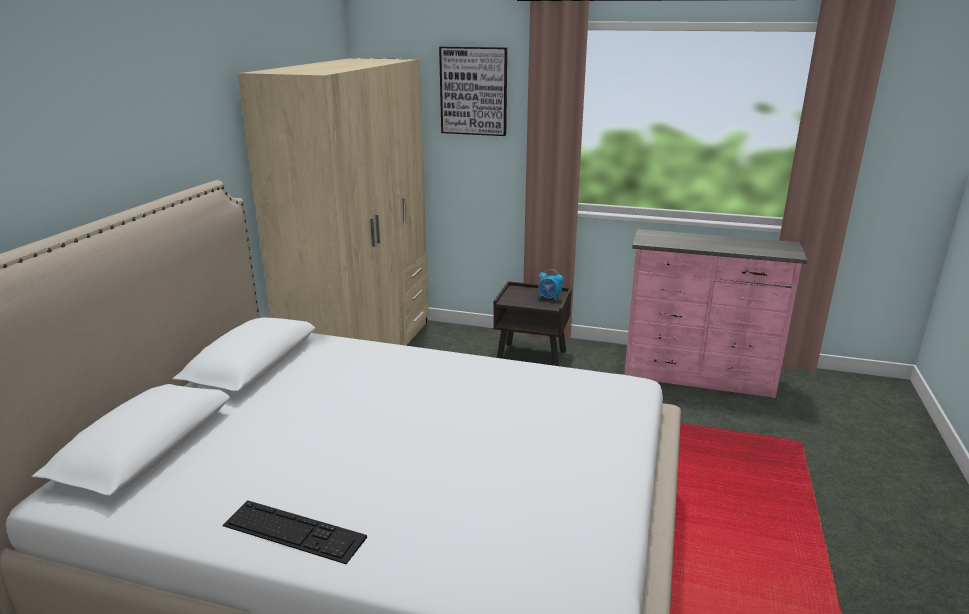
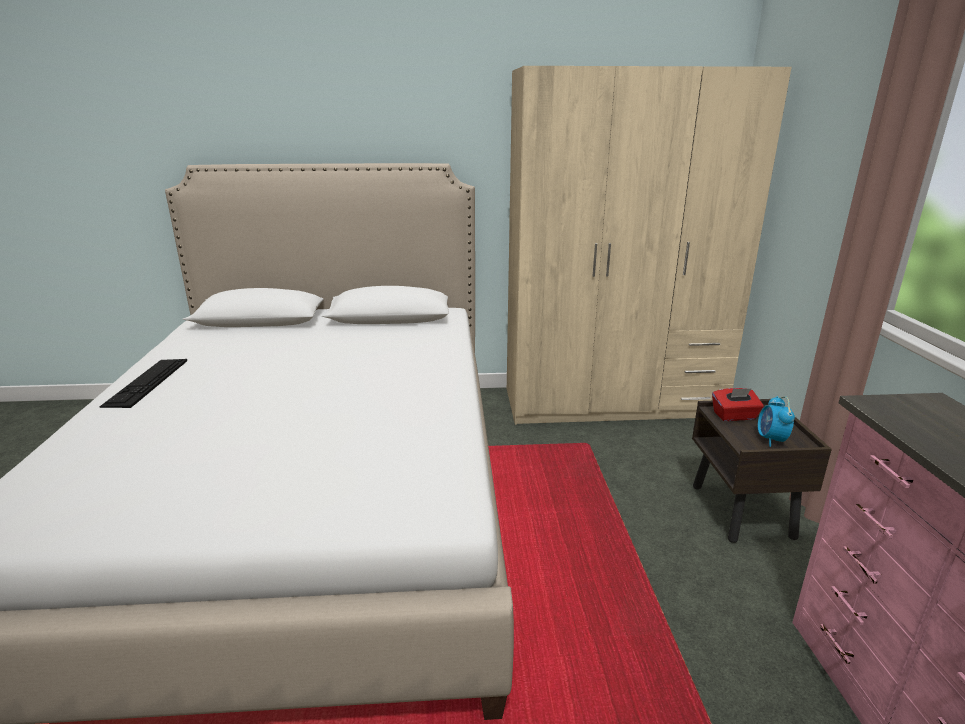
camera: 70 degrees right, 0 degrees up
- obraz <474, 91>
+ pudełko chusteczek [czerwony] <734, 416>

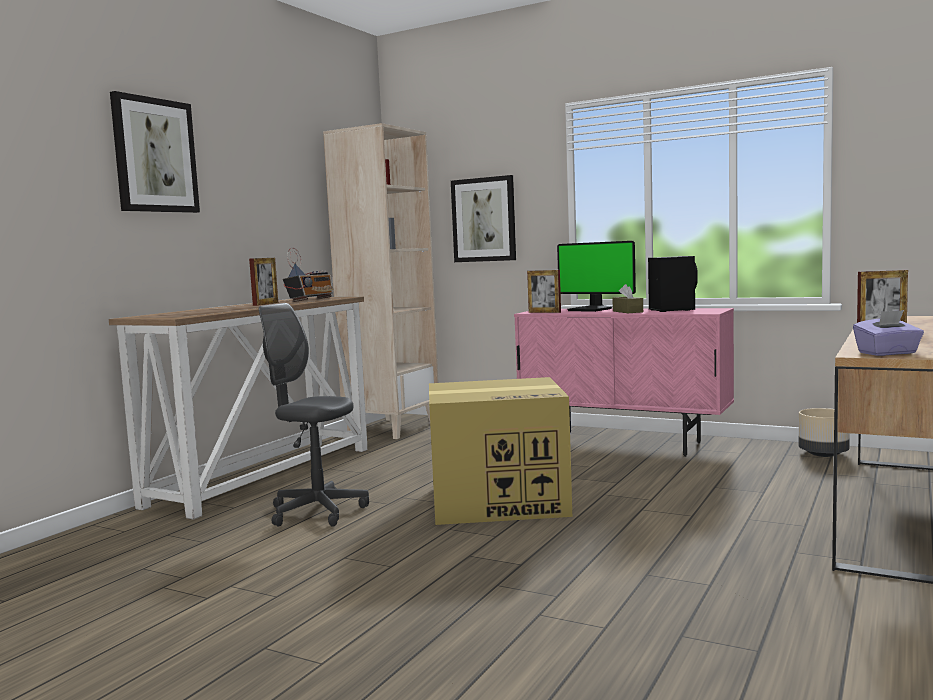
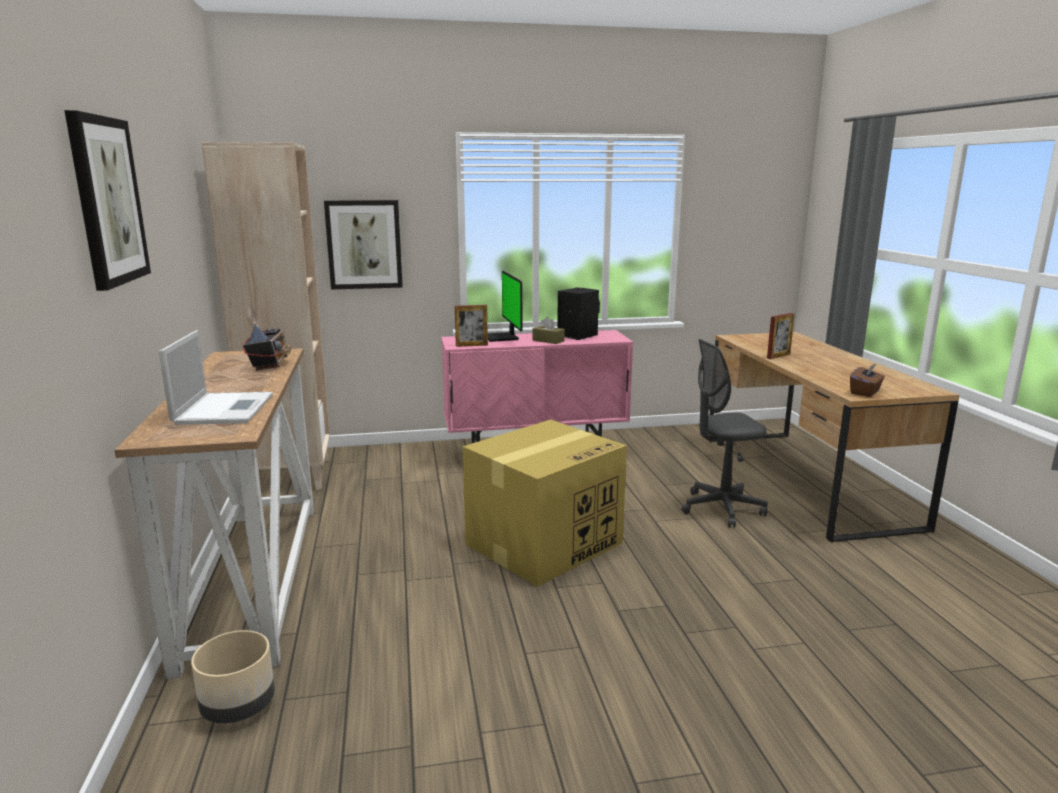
camera: 40 degrees left, 10 degrees up
- ramka na zdjęcie <265, 304>
~ krzesło biurowe [szary] <317, 512> to <721, 508>
~ monitor <591, 309> = <503, 337> 75 degrees clockwise
~ donica [beżowy] <824, 454> to <239, 706>
~ pudełko chusteczek [fioletowy] <887, 353> to pudełko chusteczek [brązowy] <865, 392>
+ laptop <224, 408>

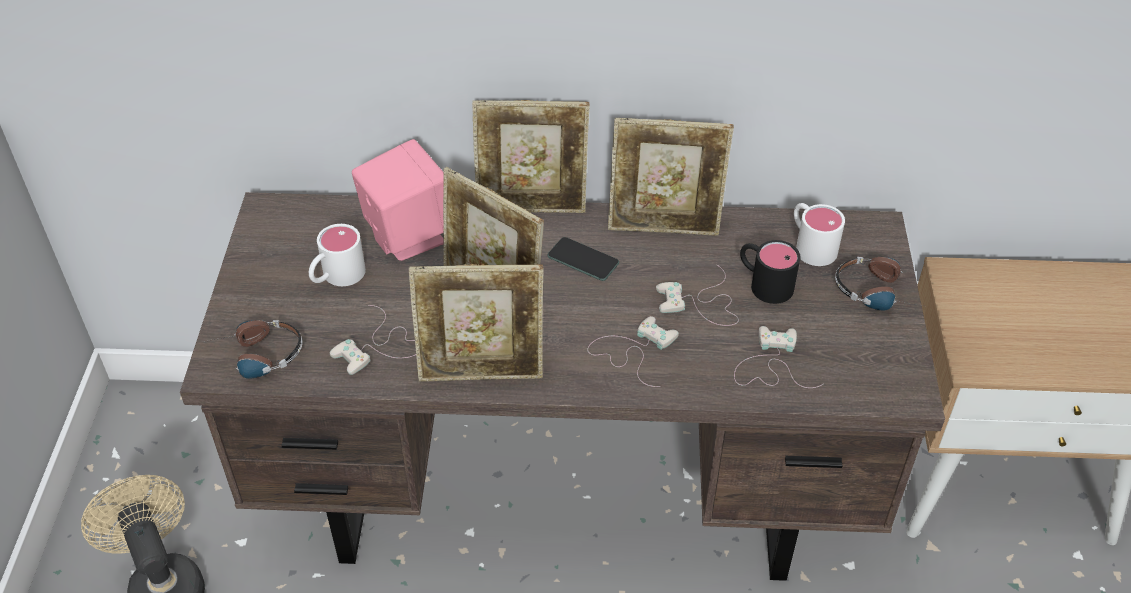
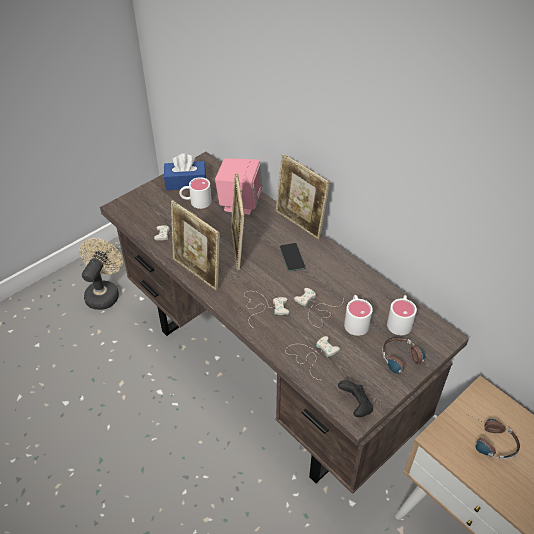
camera: 45 degrees right, 0 degrees up
~ słuchawki <255, 358> to <487, 441>
- ramka na zdjęcie <664, 228>
~ kubek [czarny] <764, 283> to kubek [biały] <355, 320>
+ pudełko chusteczek [niebieski] <186, 182>
+ pad do gier [czarny] <355, 406>

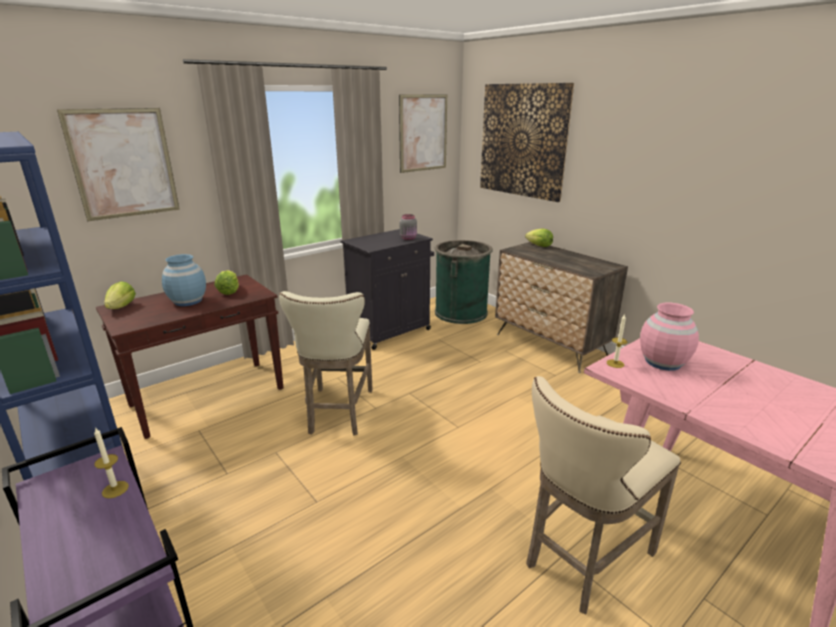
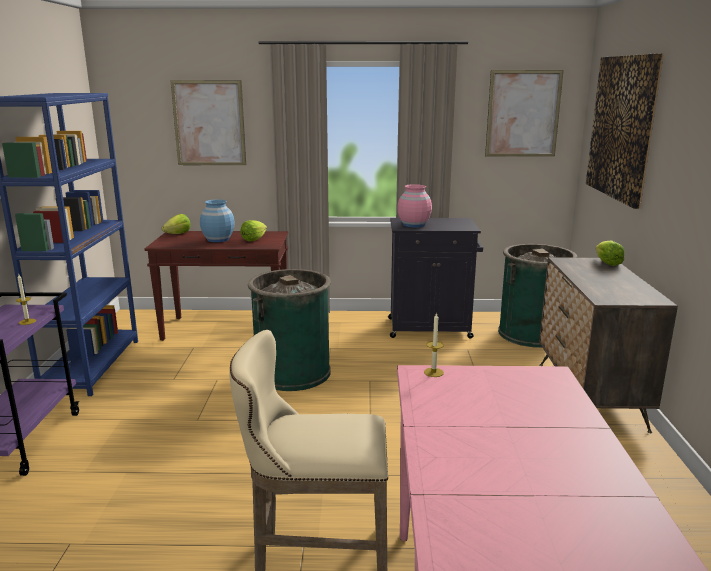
camera: 40 degrees right, 5 degrees down
~ stołek [beżowy] <338, 413> to kosz na śmieci [zielony] <292, 372>
- słoik [szary] <408, 238>
~ wazon [różowy] <663, 362> to <414, 225>

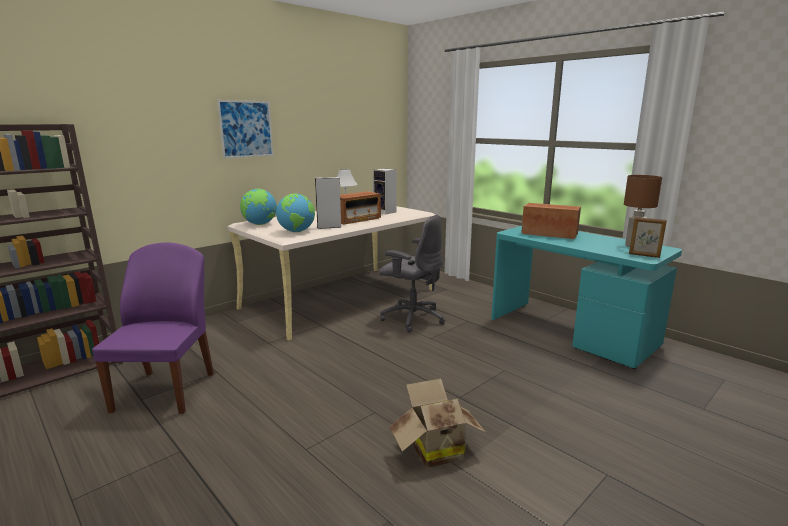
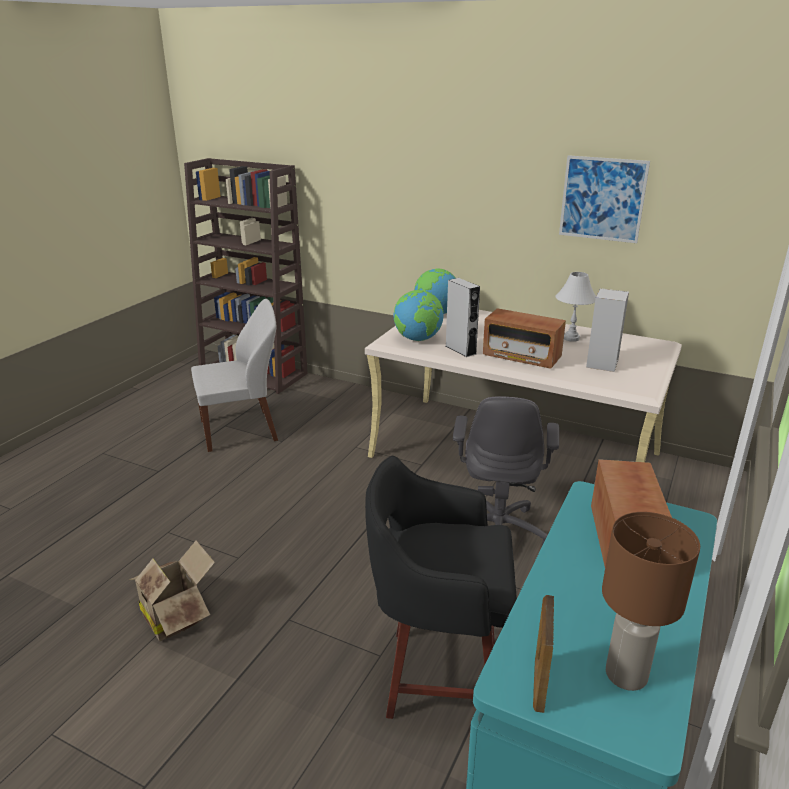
camera: 70 degrees right, 10 degrees up
~ krzesło [fioletowy] <166, 390> to krzesło [biały] <241, 430>
~ obraz <246, 129> to <602, 199>
+ stołek [czarny] <437, 676>

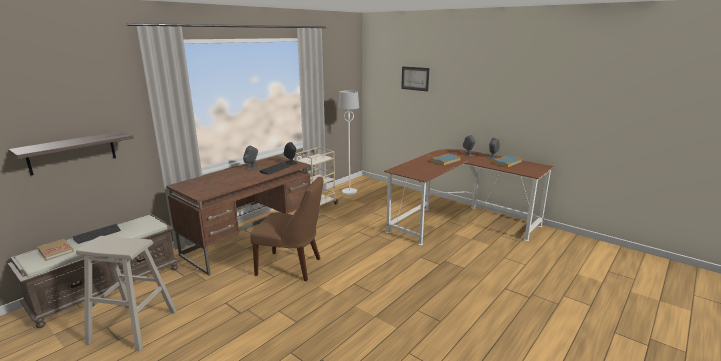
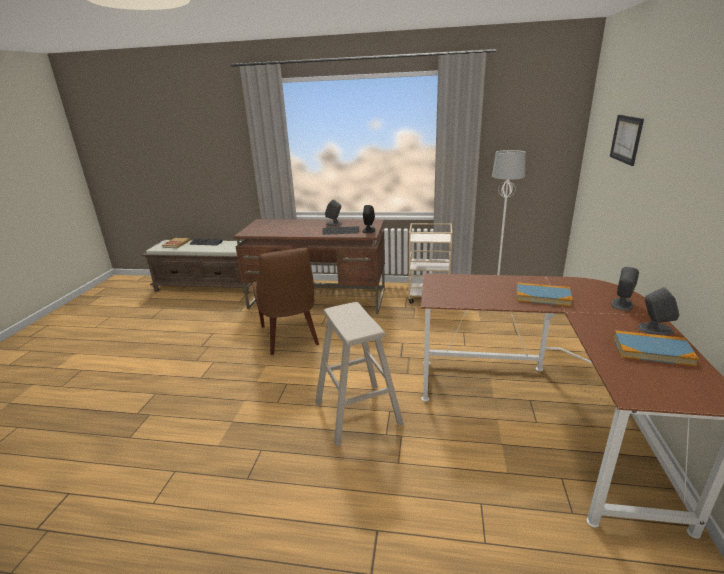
camera: 60 degrees right, 5 degrees up
- półka <72, 152>
~ stołek [beżowy] <133, 326> to <357, 412>

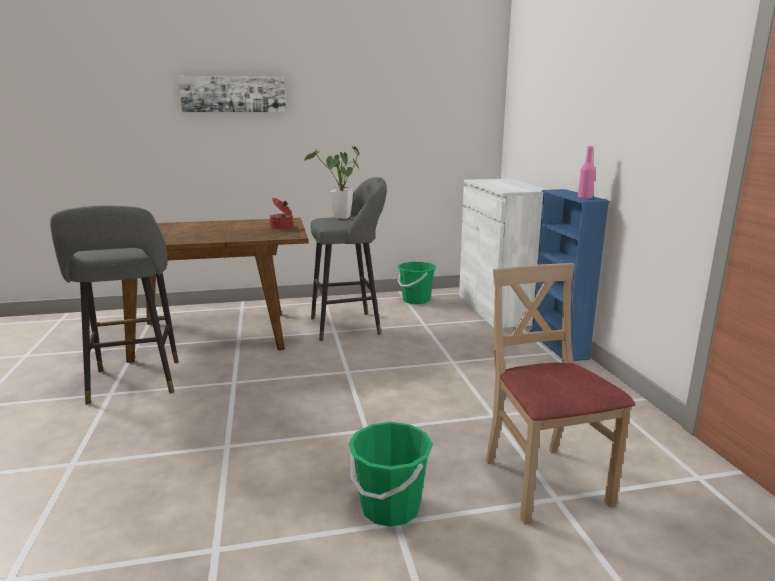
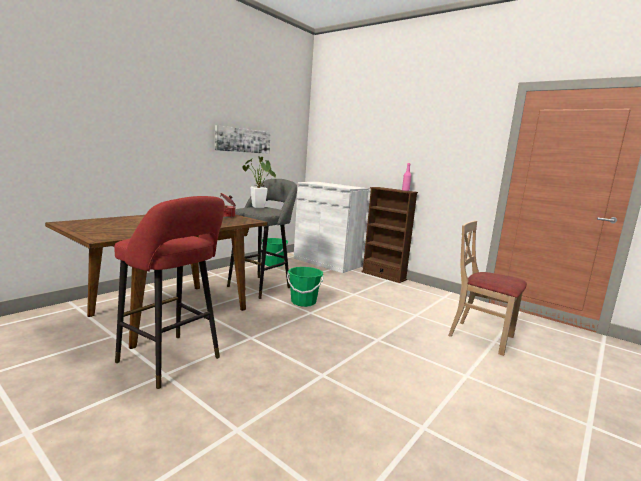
camera: 40 degrees left, 5 degrees down
~ stołek [szary] <134, 384> to stołek [czerwony] <172, 361>
~ obraz <233, 94> to <243, 140>
~ wiadro [zielony] <390, 507> to <303, 302>
~ regał [niebieski] <558, 345> to regał [brązowy] <383, 276>

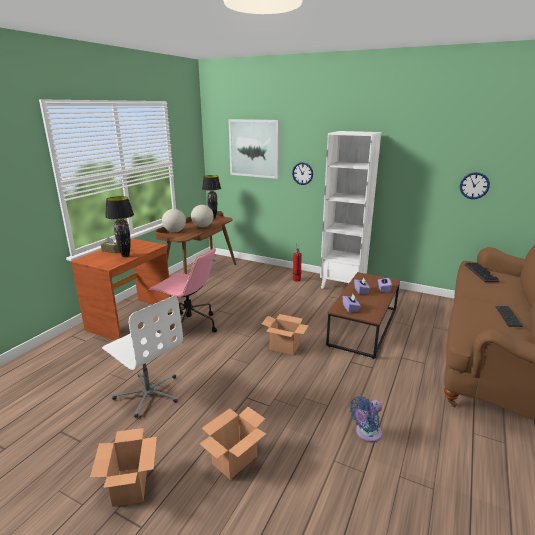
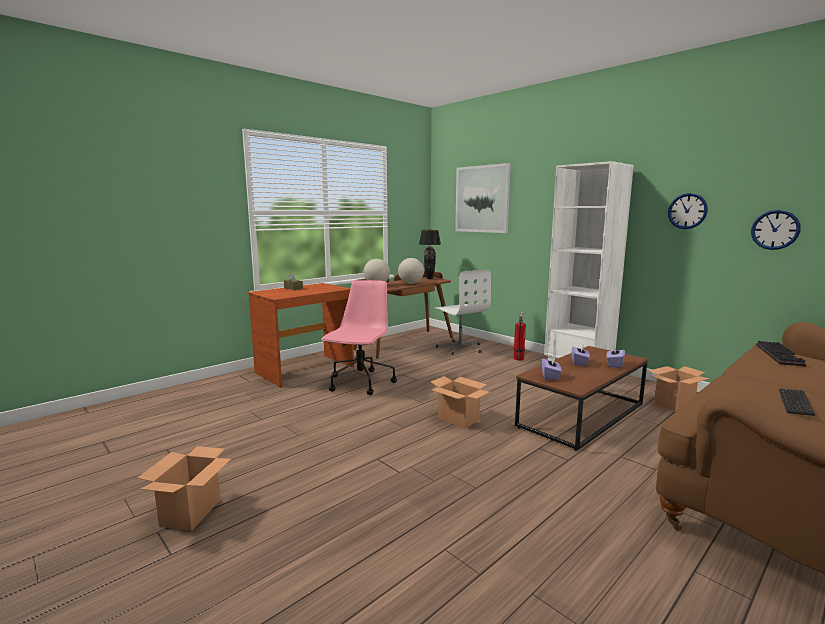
camera: 20 degrees right, 10 degrees down
~ krzesło biurowe [biały] <148, 393> to <460, 348>
- lampa stołowa [czarny] <125, 256>
~ krzesło biurowe [różowy] <189, 325> = <360, 383> 120 degrees counterclockwise
~ karton <234, 460> to <674, 404>
~ zegar ścienny <302, 173> to <687, 211>
- wentylator [niebieski] <366, 433>

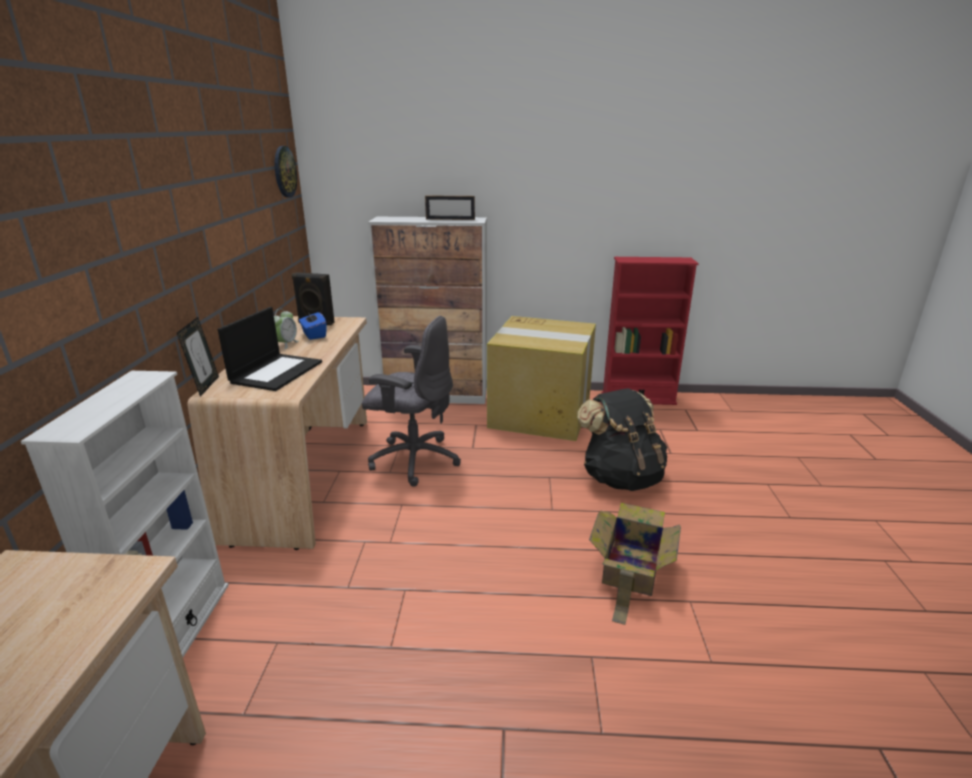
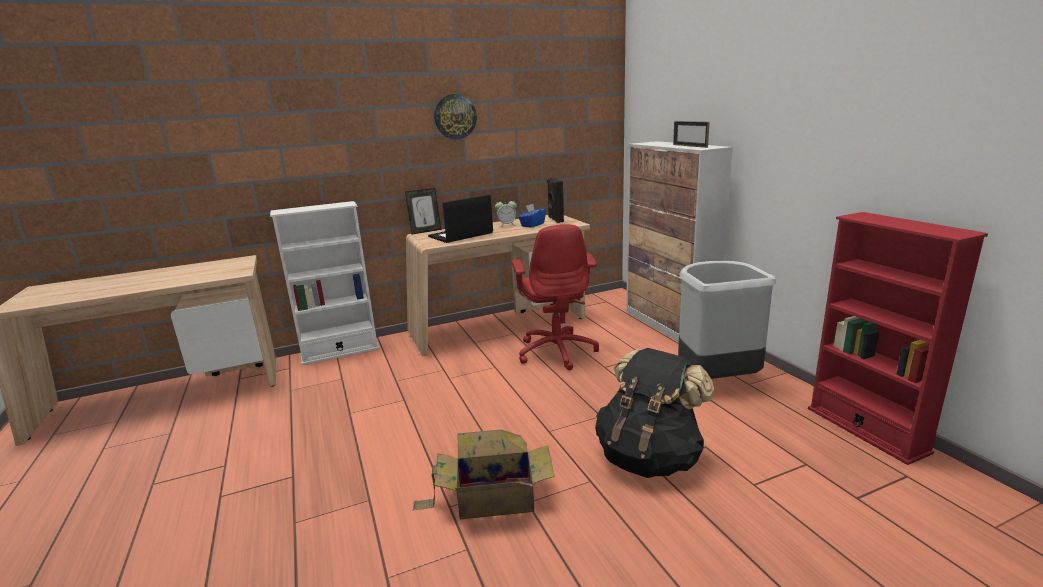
camera: 65 degrees right, 5 degrees down
~ laptop <276, 372> = <460, 235> 150 degrees clockwise
~ zegar ścienny <284, 172> to <455, 116>
~ krzesło biurowe [szary] <414, 459> to krzesło biurowe [czerwony] <557, 351>
~ karton <541, 414> to kosz na śmieci [szary] <715, 380>

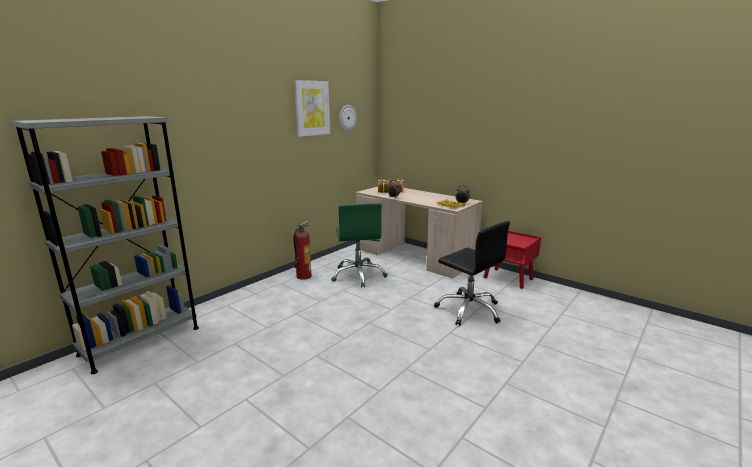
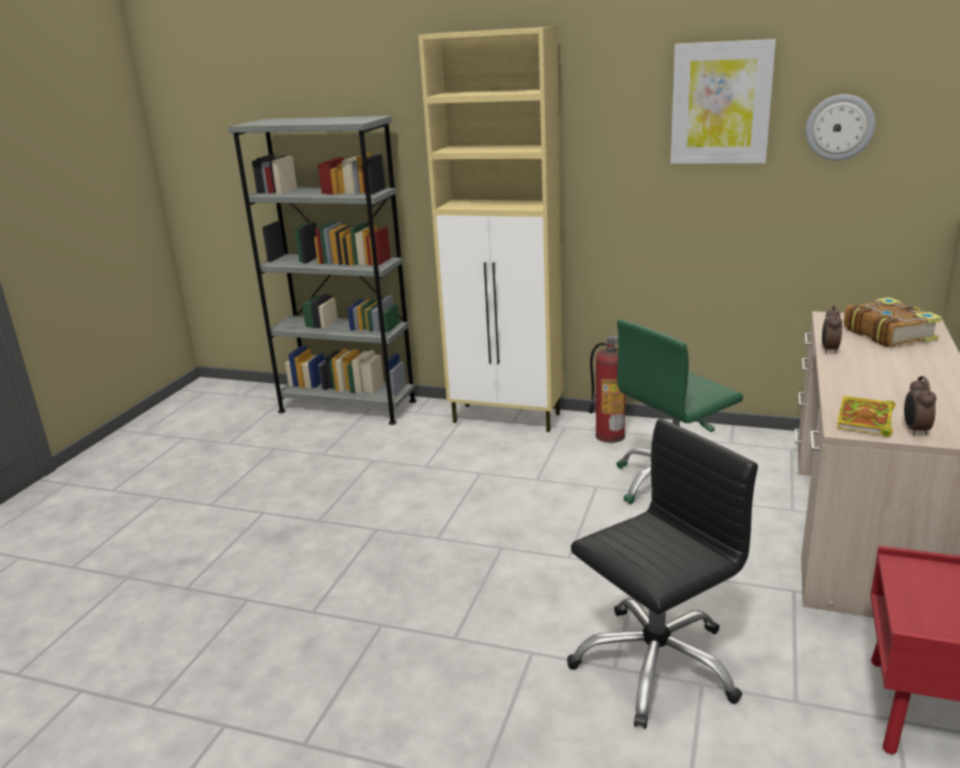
camera: 70 degrees right, 5 degrees up
~ krzesło biurowe [czarny] <469, 310> = <655, 664> 150 degrees counterclockwise
+ szafka [beżowy] <508, 418>

